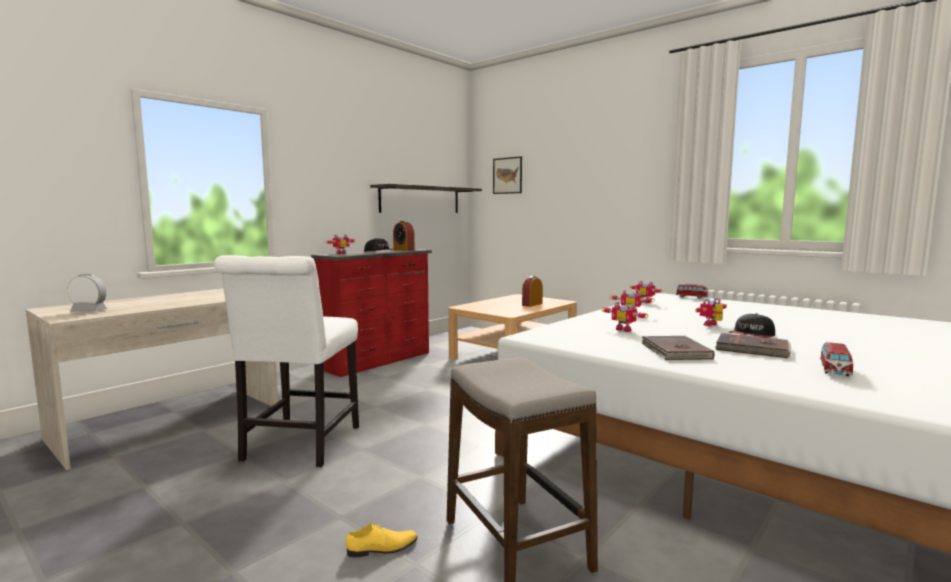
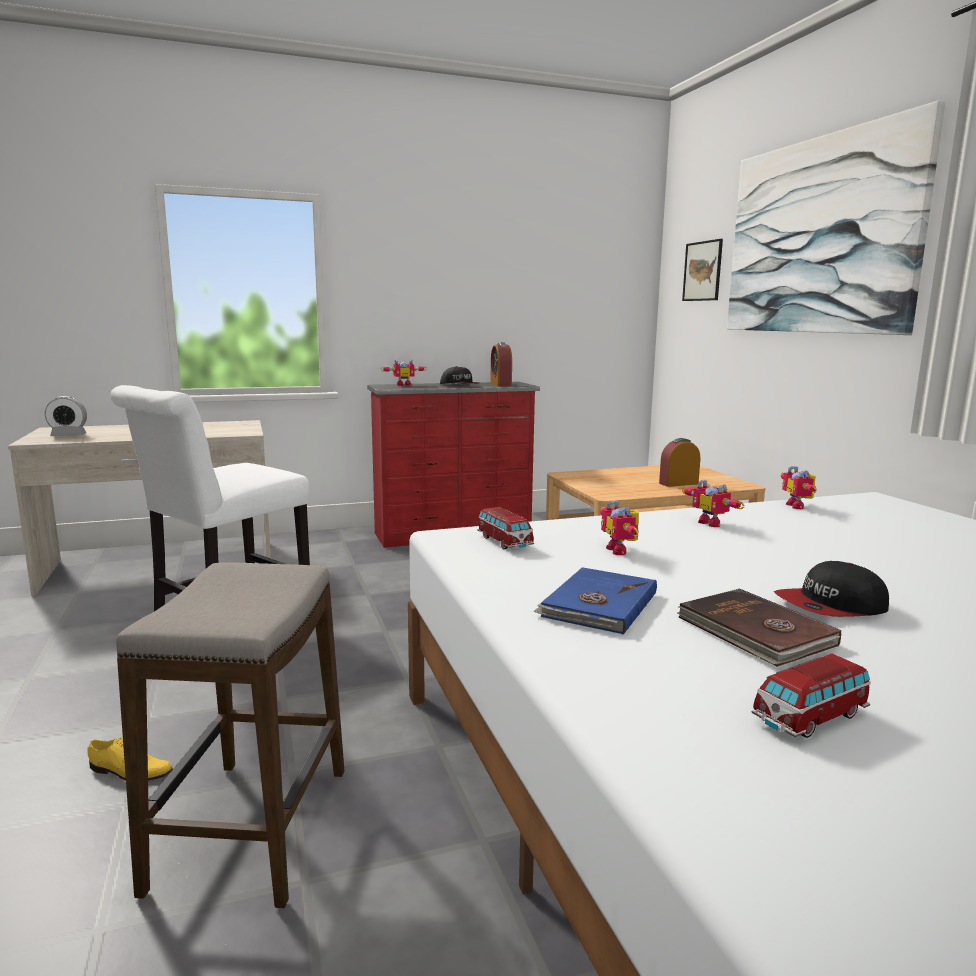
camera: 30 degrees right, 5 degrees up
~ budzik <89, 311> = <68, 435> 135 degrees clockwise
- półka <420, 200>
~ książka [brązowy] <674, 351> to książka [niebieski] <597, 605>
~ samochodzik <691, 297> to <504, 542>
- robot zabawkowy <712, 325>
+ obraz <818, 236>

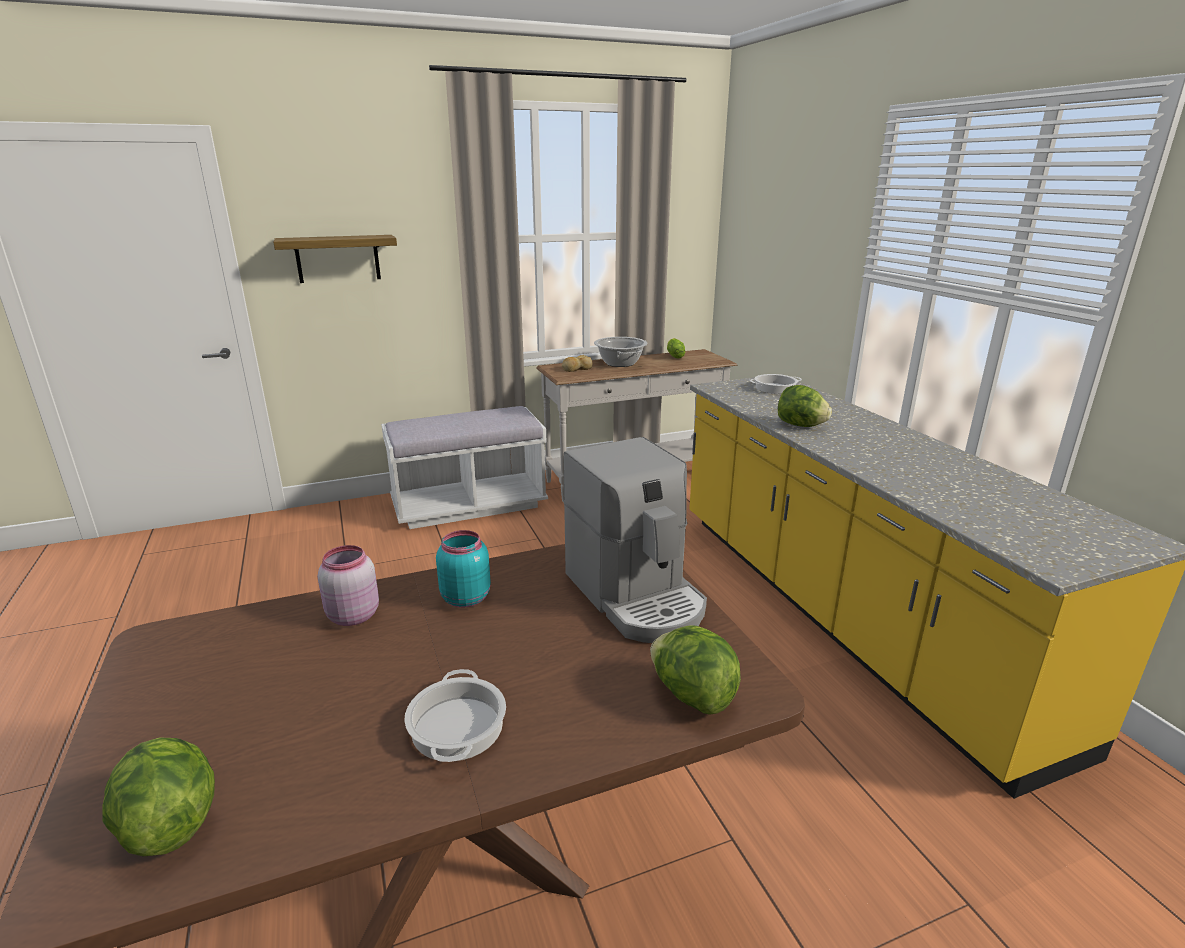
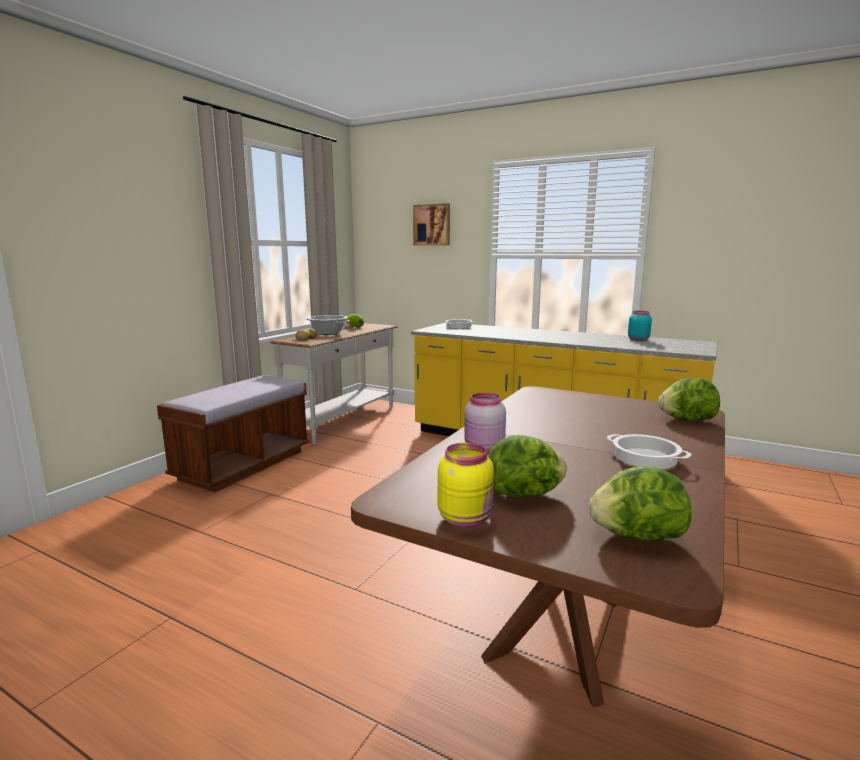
camera: 40 degrees left, 10 degrees down
- półka <338, 258>
~ ławka [biały] <469, 505> to ławka [brązowy] <243, 465>
~ słoik [turkusowy] <465, 597> to <637, 339>
- ekspres do kawy <636, 596>
~ sałata <800, 425> to <524, 494>
+ obraz <432, 225>
+ słoik [żółty] <466, 518>

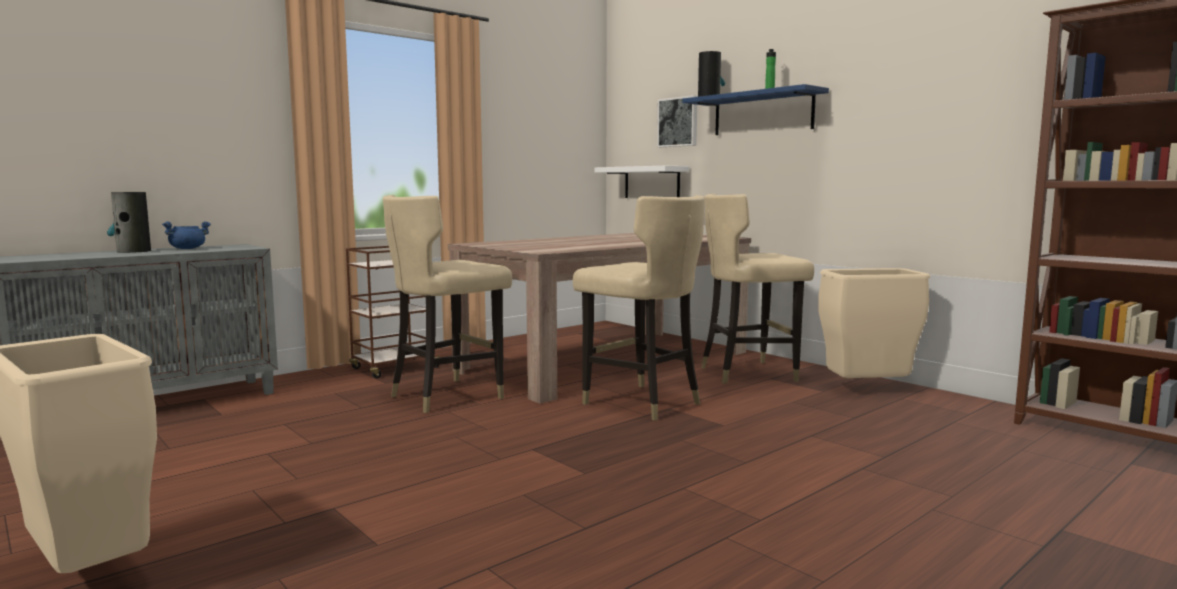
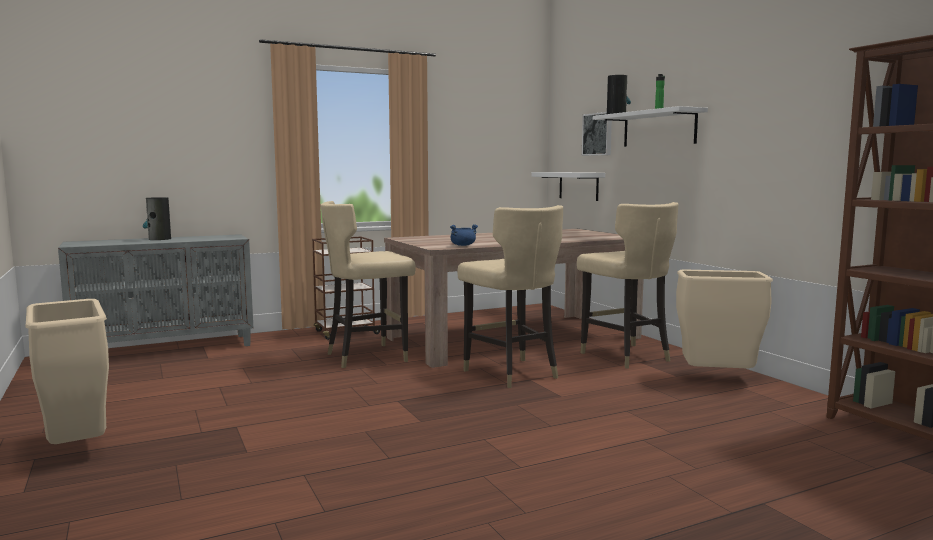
camera: 15 degrees right, 0 degrees up
~ garnek [niebieski] <188, 248> to <463, 245>
~ półka [niebieski] <762, 113> to półka [biały] <659, 128>
~ krzesło [beżowy] <748, 373> = <625, 356> 120 degrees counterclockwise

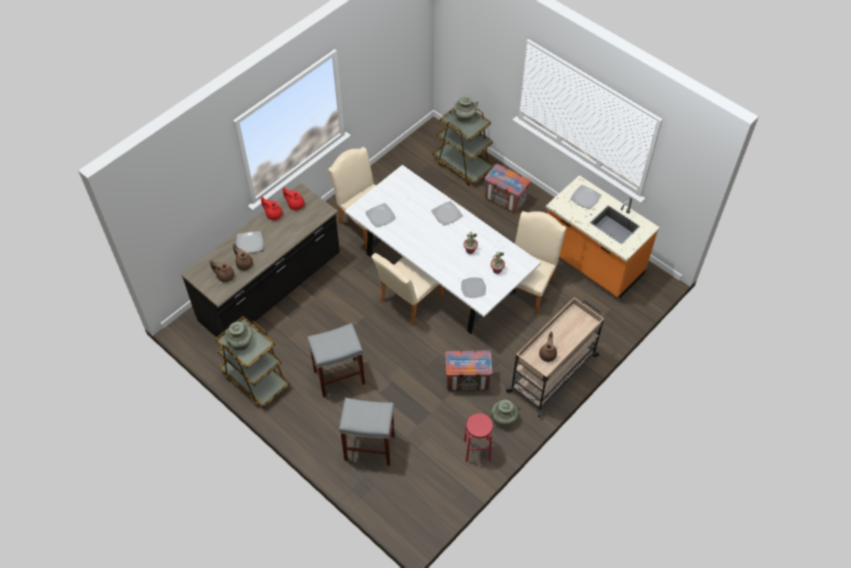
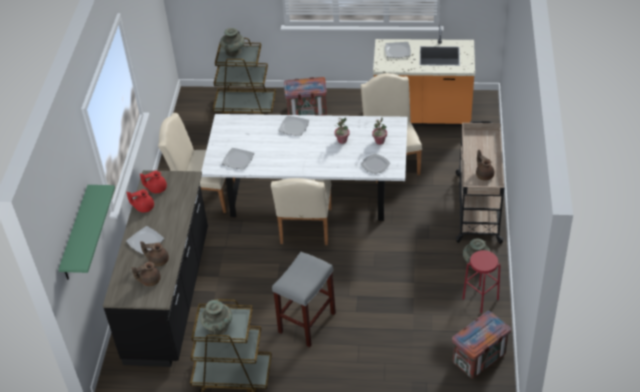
camera: 35 degrees left, 10 degrees down
- stołek [szary] <369, 447>
~ skrzynka <467, 380> to <478, 359>
+ półka [zielony] <76, 234>

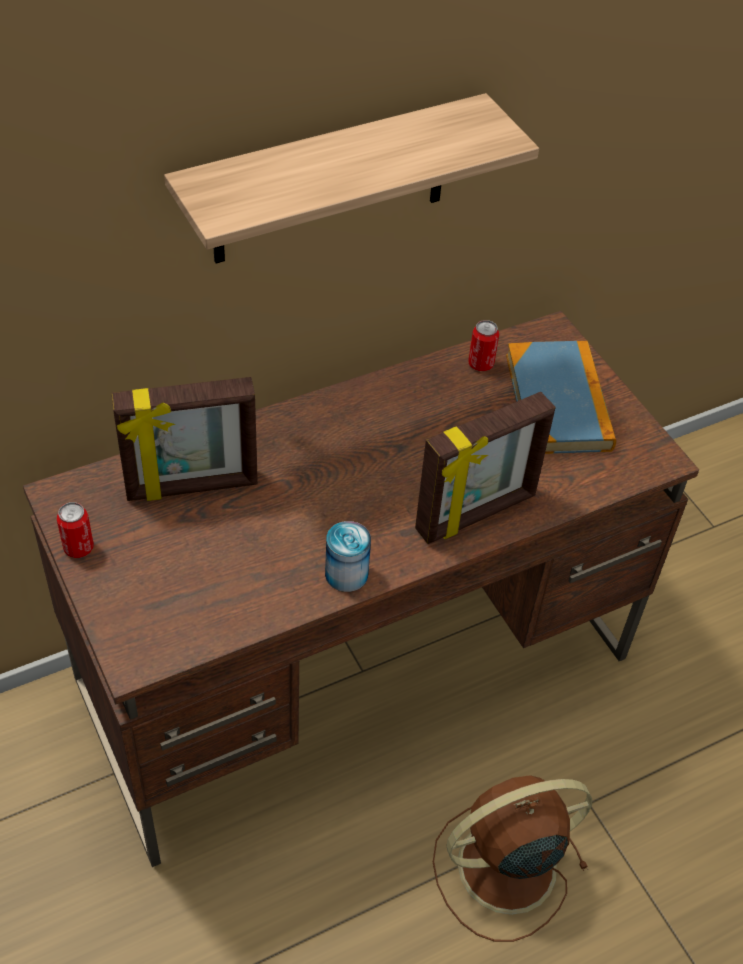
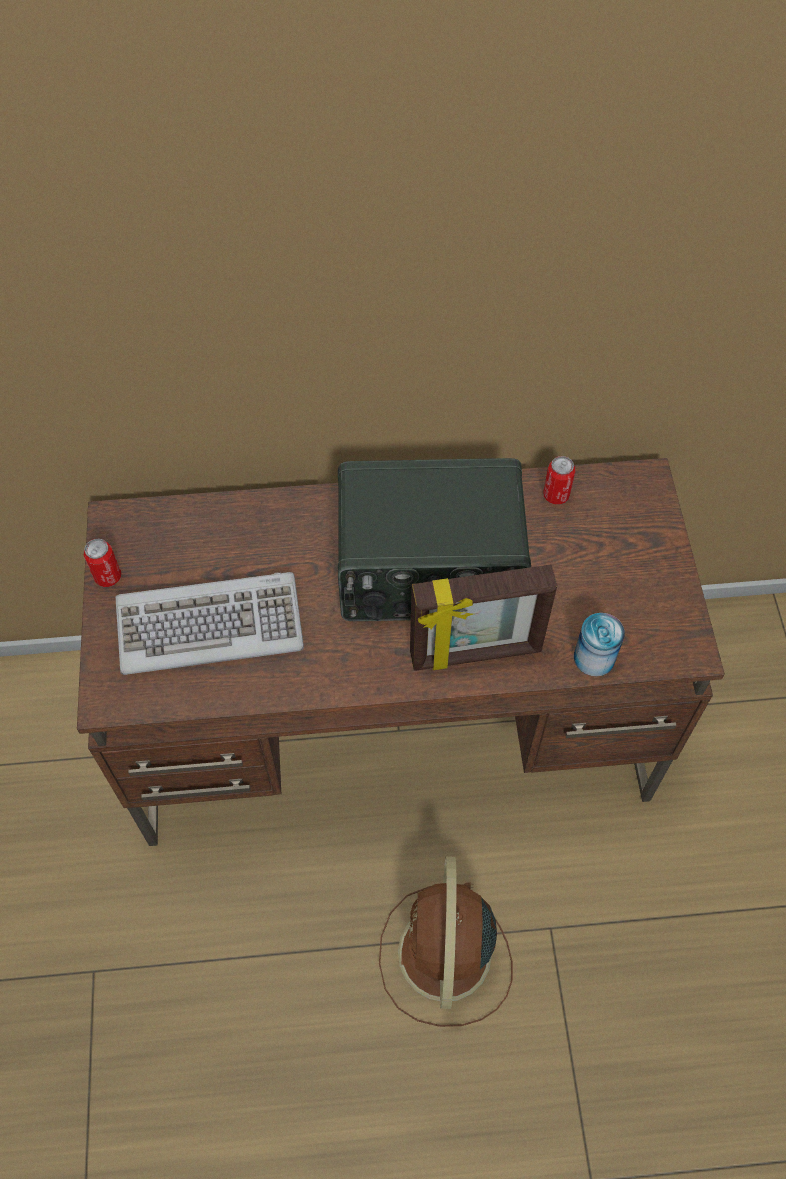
camera: 25 degrees right, 10 degrees up
- ramka na zdjęcie <192, 487>
- półka <331, 181>
~ puszka <346, 574> to <594, 657>
~ wentylator [brązowy] <502, 867> = <444, 958> 90 degrees counterclockwise
- książka <558, 402>
+ klawiatura <210, 625>
+ radio <429, 570>

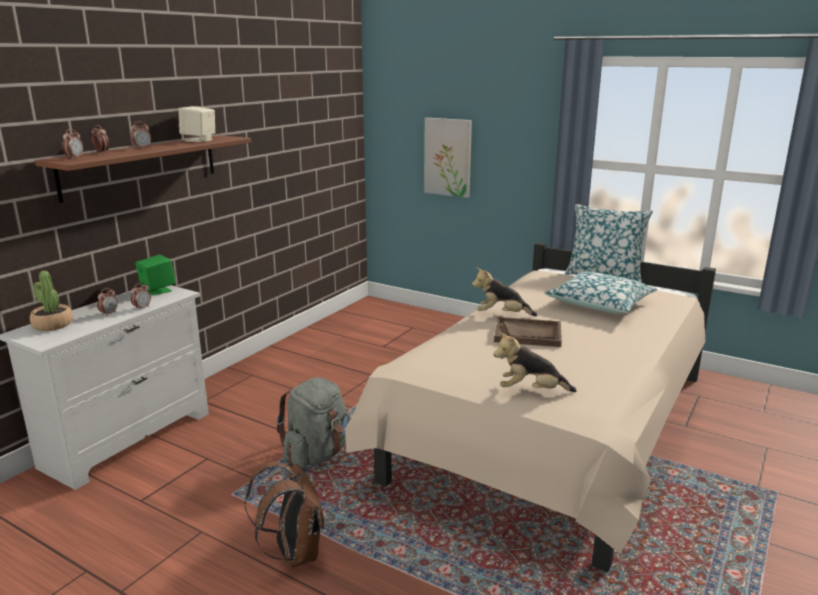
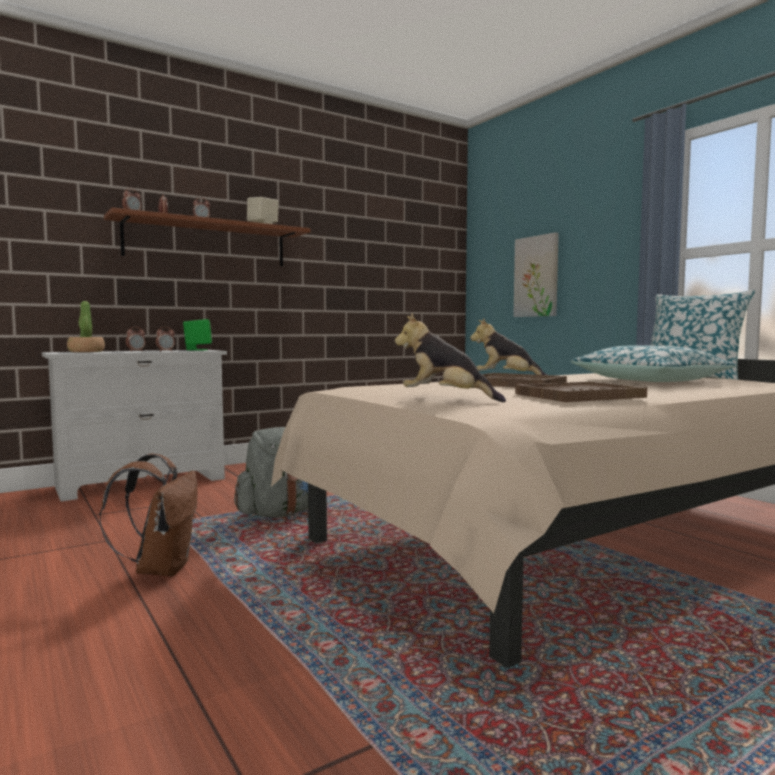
camera: 25 degrees right, 15 degrees down
+ taca [brązowy] <579, 395>

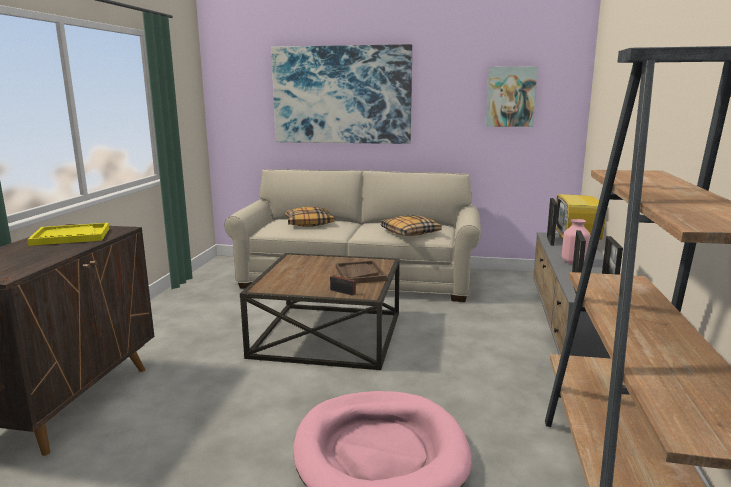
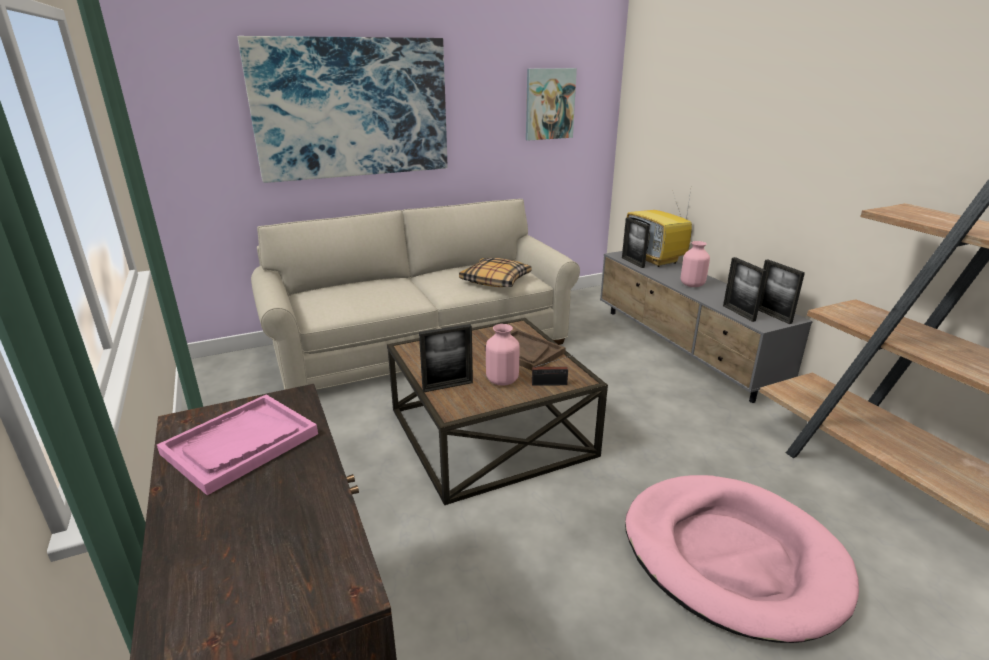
camera: 35 degrees left, 10 degrees up
~ taca [żółty] <71, 236> to taca [różowy] <240, 444>
- poduszka <309, 223>
+ ramka na zdjęcie <447, 386>
+ wazon [różowy] <501, 380>

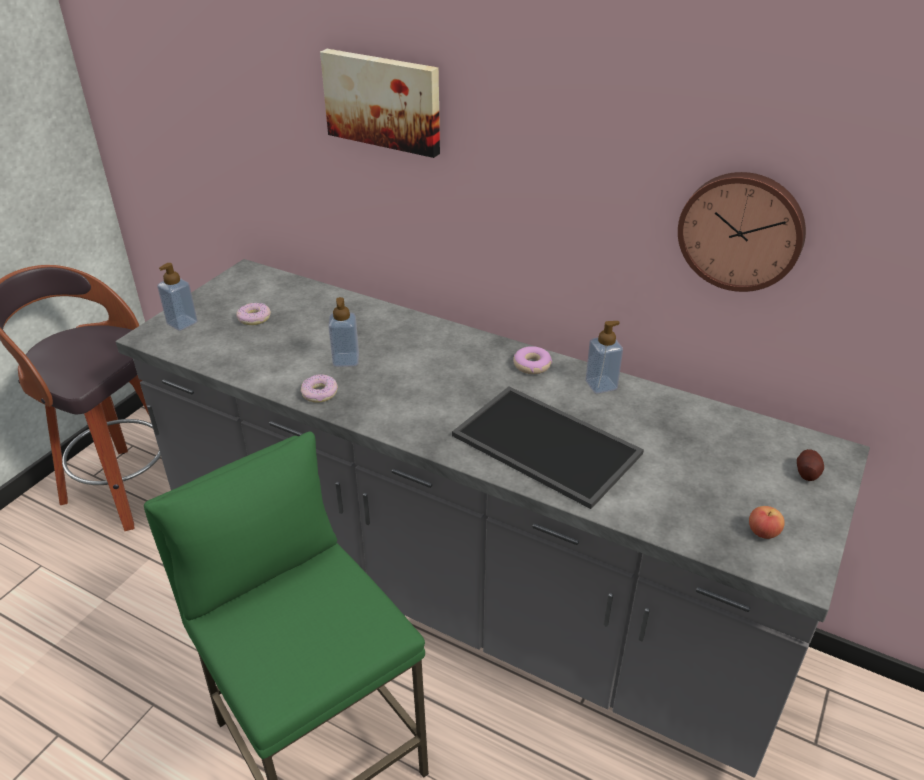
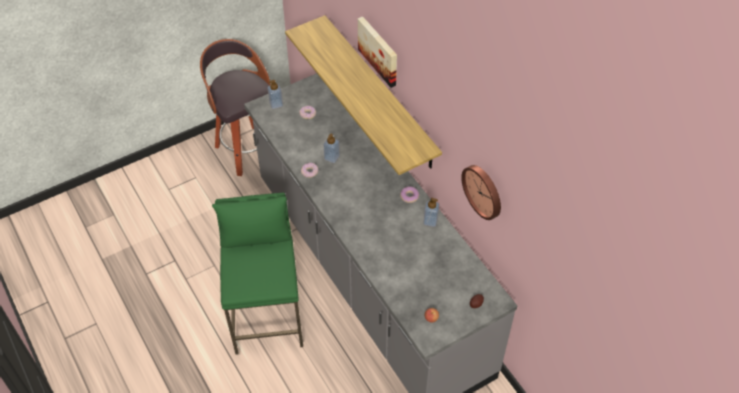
camera: 30 degrees right, 15 degrees up
- taca <549, 444>
+ półka <379, 92>

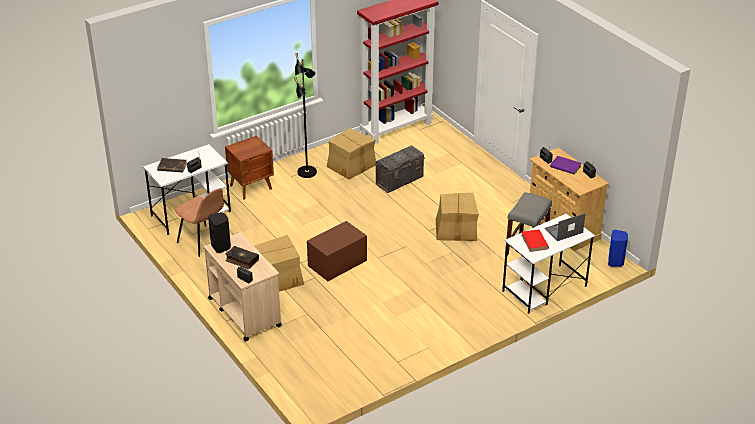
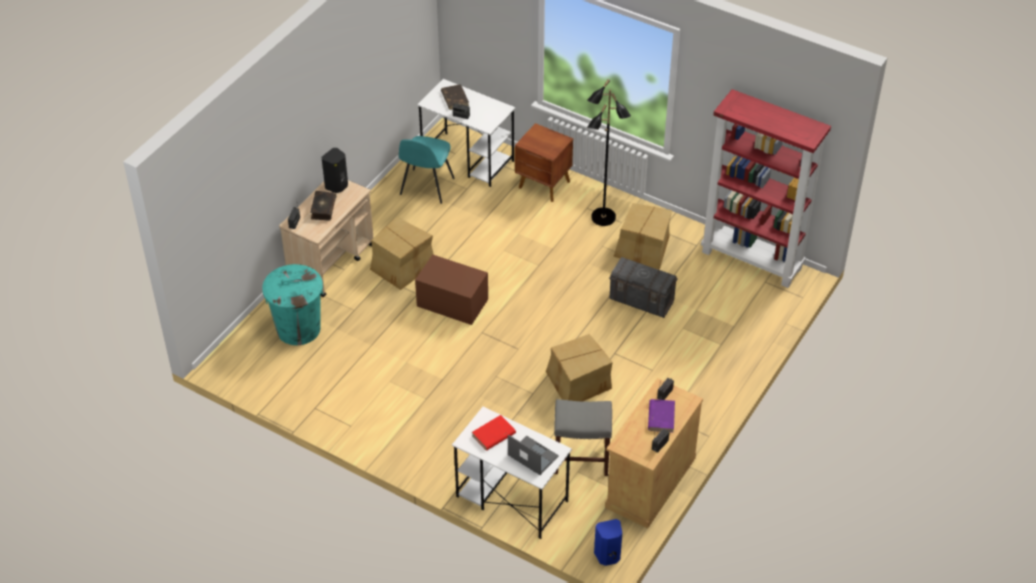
camera: 65 degrees right, 10 degrees up
~ krzesło [brązowy] <203, 241> to krzesło [turkusowy] <426, 187>
+ kosz na śmieci [turkusowy] <298, 329>

